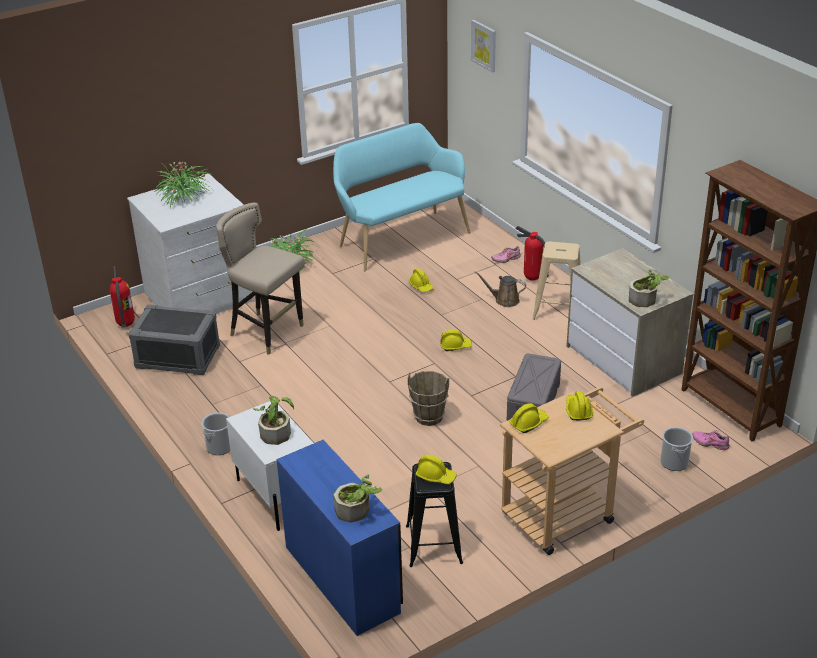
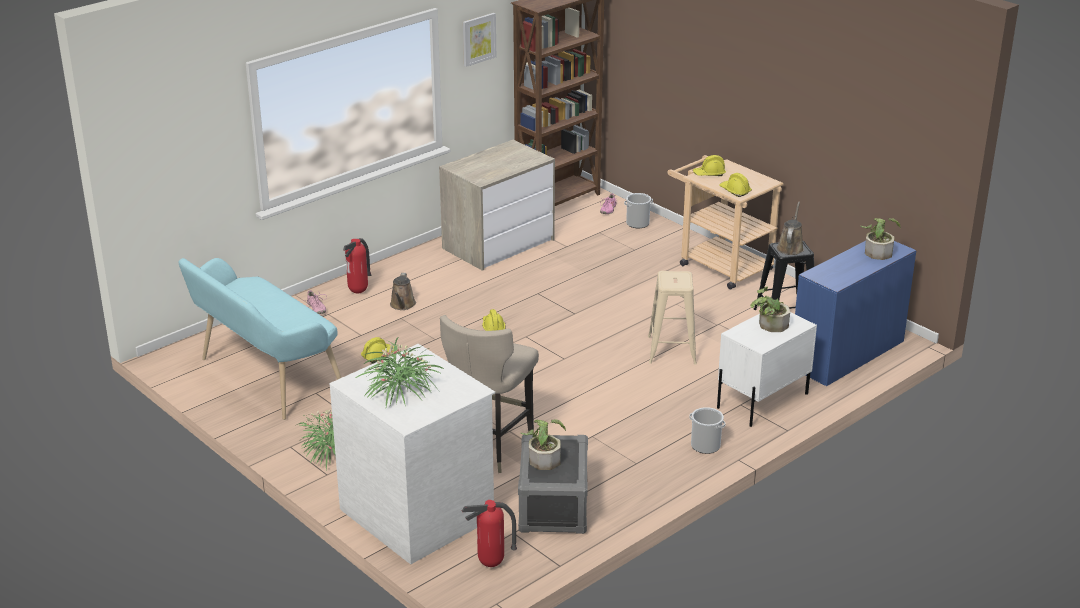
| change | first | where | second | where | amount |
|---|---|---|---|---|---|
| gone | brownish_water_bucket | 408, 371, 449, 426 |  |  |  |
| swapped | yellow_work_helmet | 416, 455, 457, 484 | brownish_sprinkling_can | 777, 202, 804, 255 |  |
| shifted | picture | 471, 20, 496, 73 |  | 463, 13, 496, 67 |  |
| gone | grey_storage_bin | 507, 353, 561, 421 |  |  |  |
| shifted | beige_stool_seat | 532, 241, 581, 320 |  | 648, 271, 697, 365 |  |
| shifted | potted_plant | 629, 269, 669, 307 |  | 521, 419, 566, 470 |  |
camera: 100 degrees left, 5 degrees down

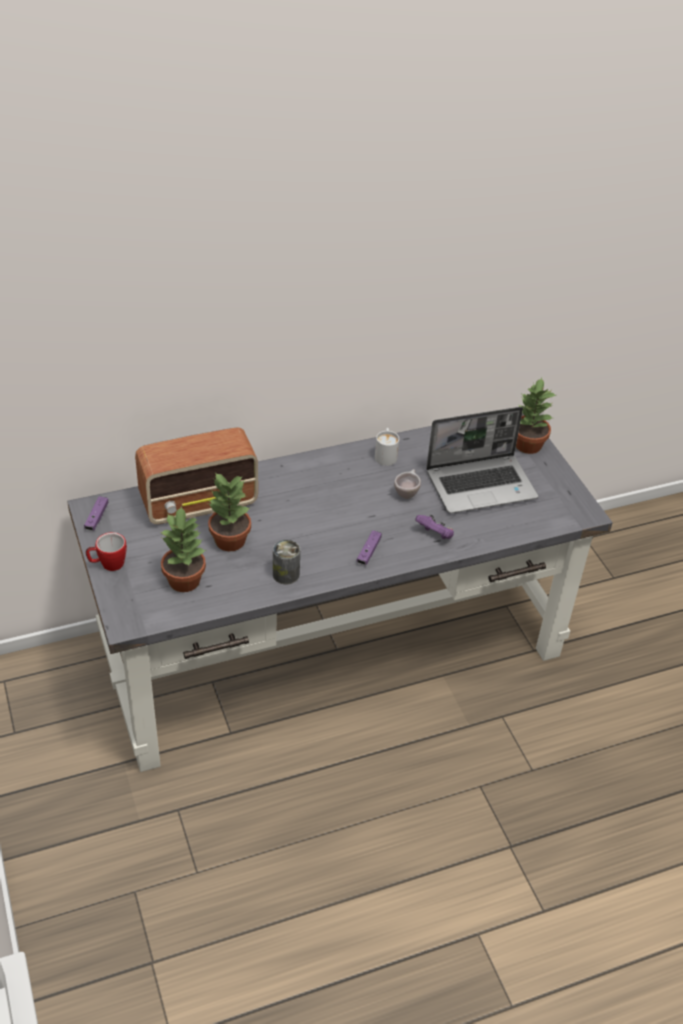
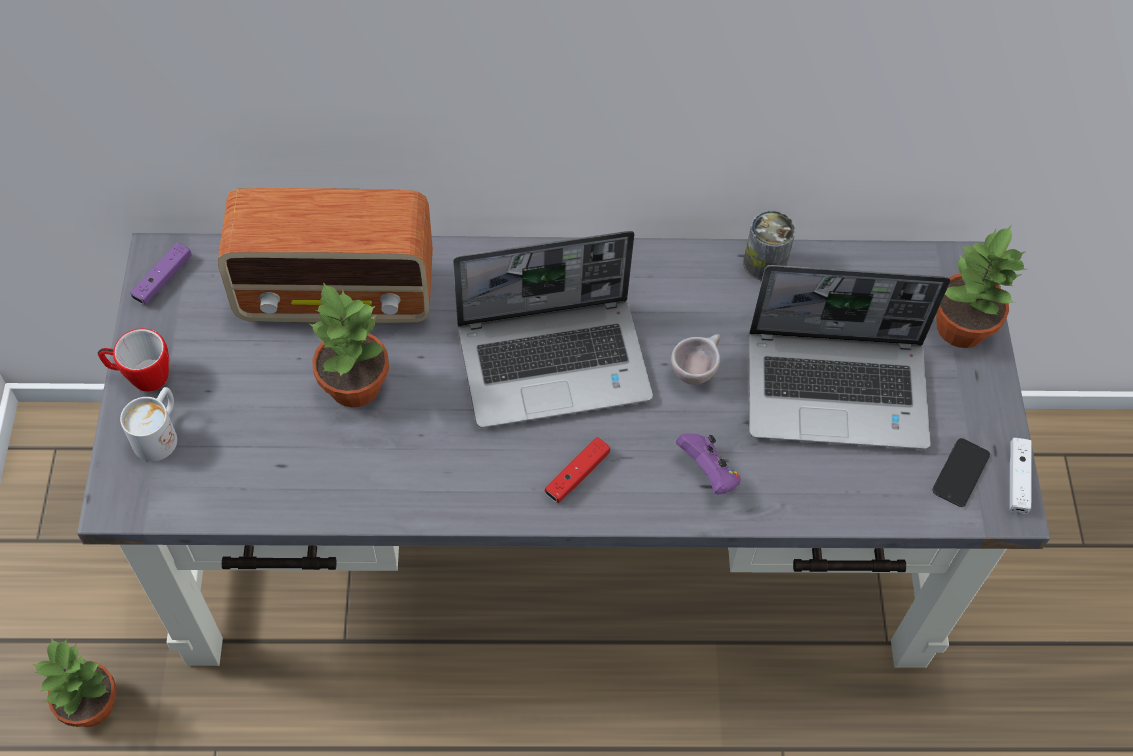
| change | first | where | second | where | amount |
|---|---|---|---|---|---|
| shifted | potted_plant | 160, 506, 206, 592 |  | 33, 638, 116, 727 |  |
| shifted | sealed_can | 273, 540, 300, 584 |  | 743, 211, 796, 281 |  |
| repainted | purple_game_controller | 357, 530, 382, 565 | reddish_game_controller | 545, 437, 610, 503 |  |
| shifted | whitish_coffee_mug | 375, 428, 399, 466 |  | 120, 387, 177, 461 |  |
| new |  |  | notebook_computer | 453, 231, 653, 428 |  |
| new |  |  | phone | 932, 438, 990, 507 |  |
| new |  |  | whitish_game_controller | 1010, 438, 1032, 514 |  |
camera: 20 degrees right, 15 degrees up

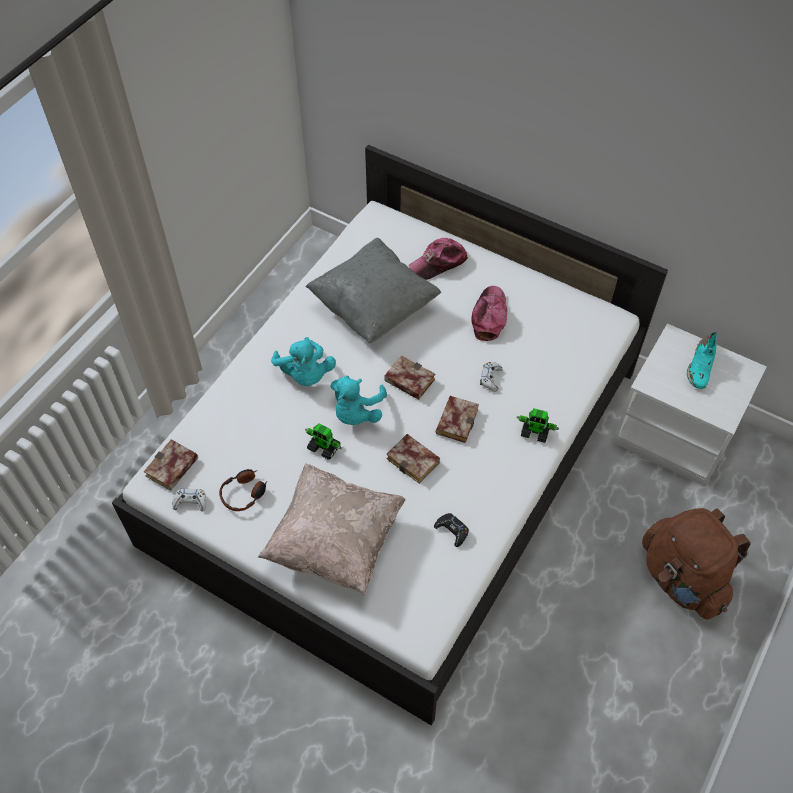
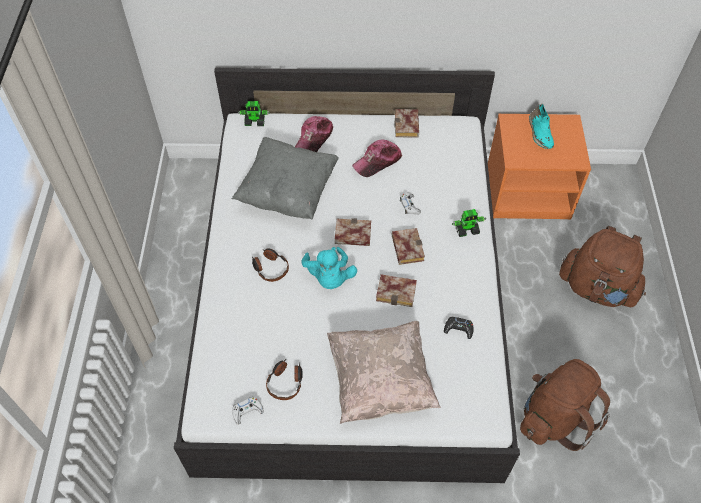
| change | first | where | second | where | amount |
|---|---|---|---|---|---|
| shifted | volume | 144, 439, 198, 491 |  | 394, 109, 419, 138 |  |
| swapped | turquoise_soft_toy | 271, 337, 336, 386 | pair_of_headphones | 252, 248, 289, 282 |  |
| shifted | toy_robot | 305, 423, 342, 460 |  | 239, 101, 270, 126 |  |
| rotated | peaked_cap | 471, 286, 507, 341 |  | 352, 139, 402, 177 | 105 degrees counterclockwise |
| repainted | whitish_nightstand | 612, 323, 767, 487 | orangey_nightstand | 488, 114, 591, 220 |  |
| new |  |  | brownish_knapsack | 520, 359, 610, 451 |  |
camera: 30 degrees left, 0 degrees up

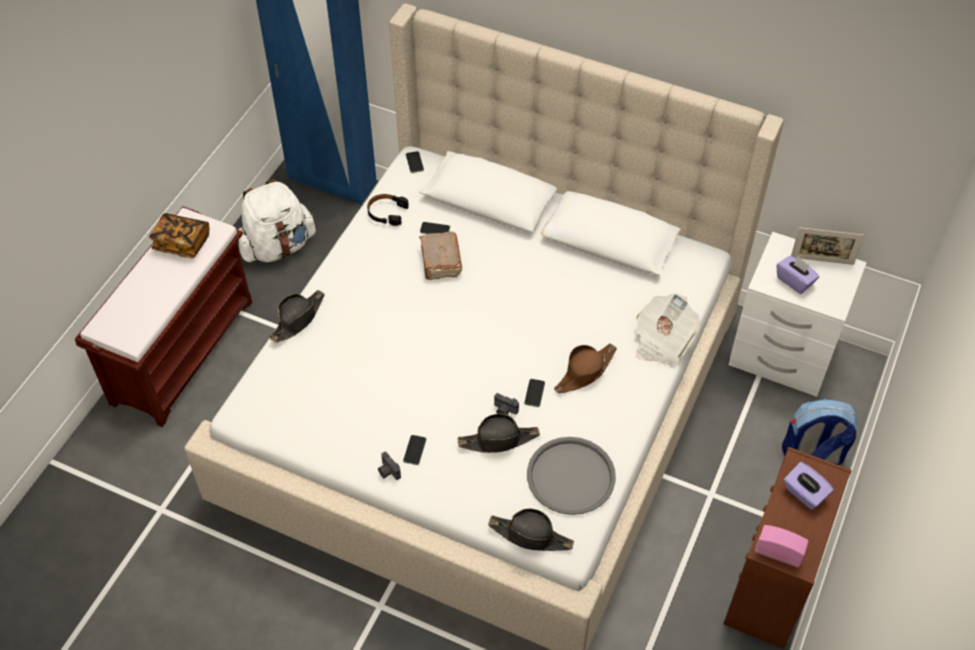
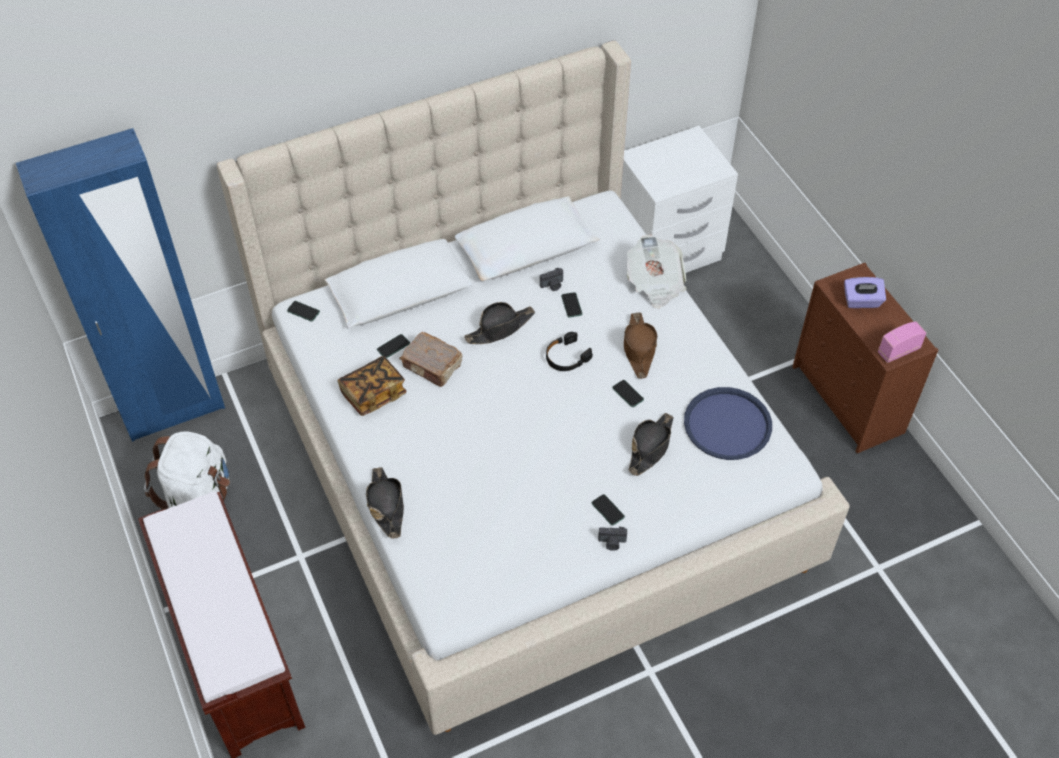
| change | first | where | second | where | amount |
|---|---|---|---|---|---|
| shifted | volume | 149, 213, 209, 258 |  | 338, 356, 406, 416 |  |
| shifted | black-coloured_pair_of_headphones | 367, 194, 408, 226 |  | 546, 332, 593, 371 |  |
| shifted | black-coloured_clothing_hat | 488, 509, 574, 551 |  | 464, 302, 535, 344 |  |
| shifted | still_camera | 494, 393, 519, 415 |  | 540, 268, 563, 291 |  |
| repainted | grey_carrying_tray | 527, 437, 616, 515 | blue_carrying_tray | 684, 387, 772, 460 |  |
| gone | purple_box_of_tissues | 777, 256, 819, 294 |  |  |  |
| gone | knapsack | 782, 399, 858, 465 |  |  |  |
| gone | standing_frame | 791, 227, 864, 265 |  |  |  |
| new |  |  | phone | 561, 292, 582, 318 |  |
camera: 50 degrees left, 0 degrees up

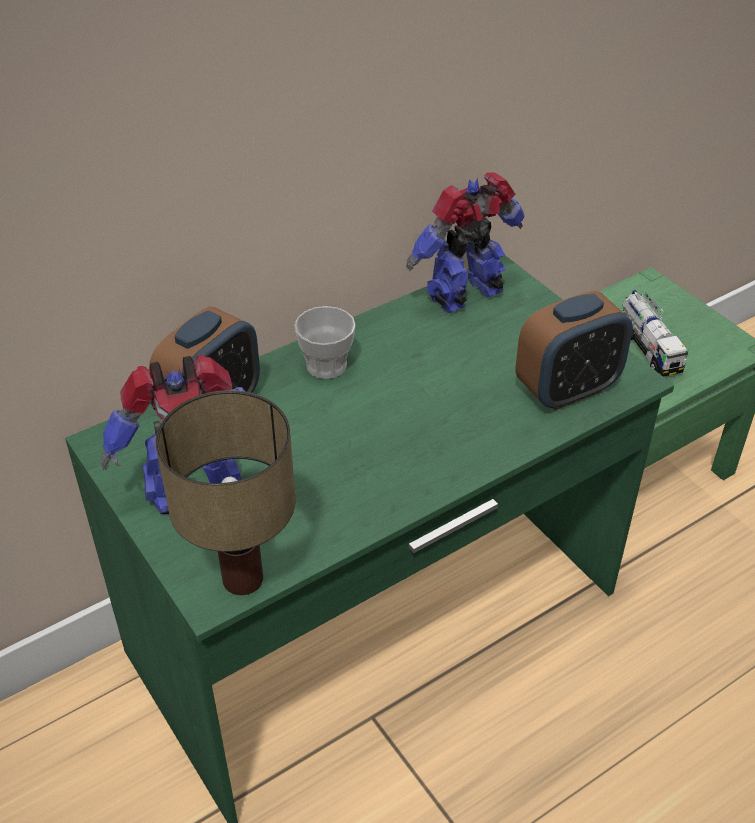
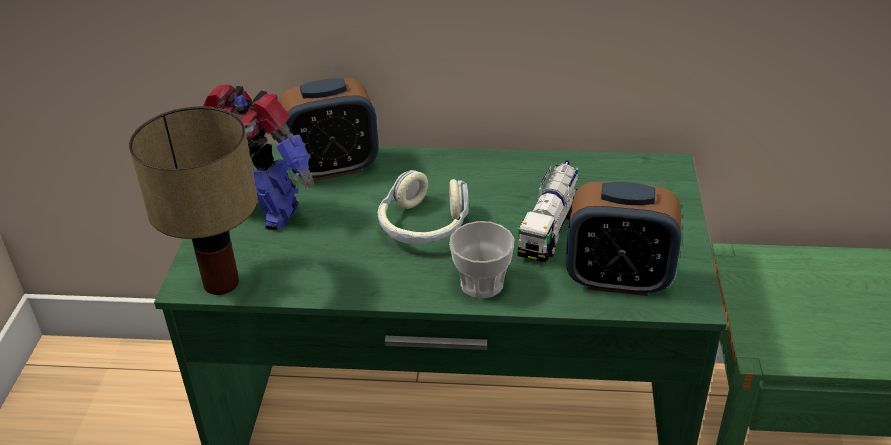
| change | first | where | second | where | amount |
|---|---|---|---|---|---|
| shifted | small_cup | 294, 306, 356, 379 |  | 449, 221, 514, 298 |  |
| gone | toy_robot | 406, 172, 525, 313 |  |  |  |
| shifted | model_truck | 622, 290, 689, 377 |  | 518, 160, 579, 262 |  |
| new |  |  | pair_of_headphones | 378, 170, 469, 244 |  |
camera: 40 degrees right, 5 degrees down

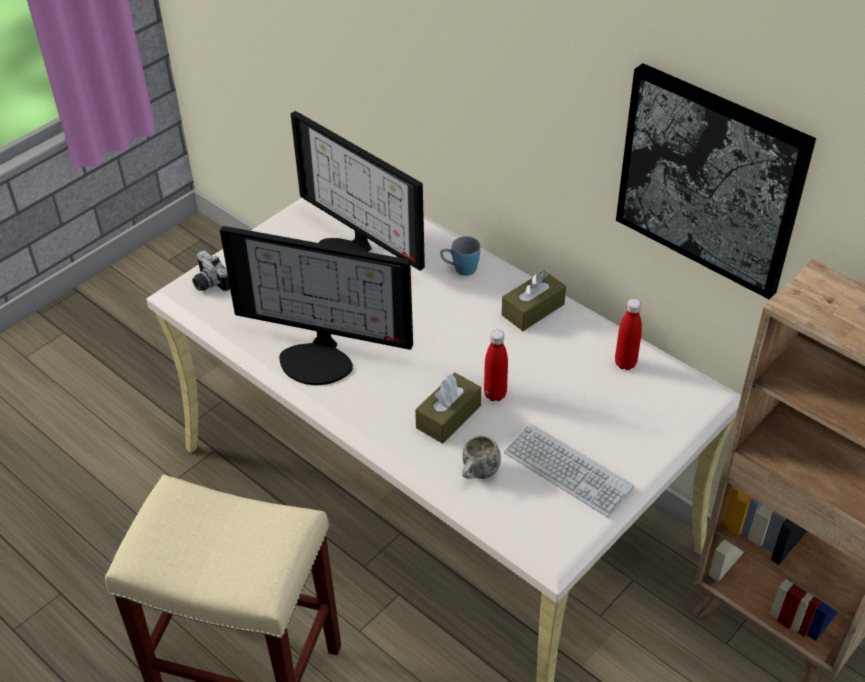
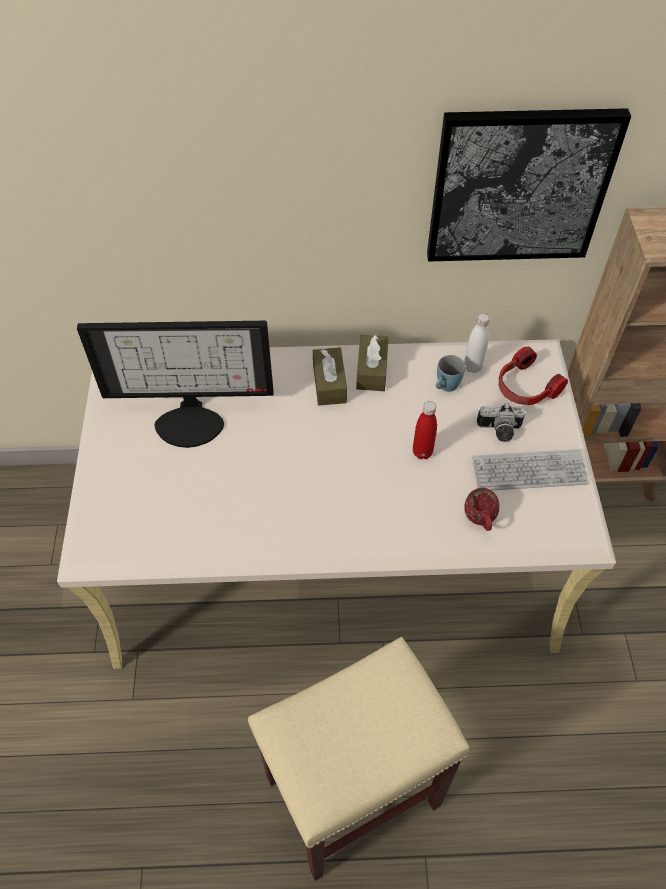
| change | first | where | second | where | amount |
|---|---|---|---|---|---|
| shifted | still_camera | 192, 250, 230, 292 |  | 477, 403, 525, 442 |  |
| gone | computer_screen | 220, 226, 413, 385 |  |  |  |
| shifted | brownish_box_of_tissues | 415, 372, 481, 444 |  | 313, 347, 347, 406 |  |
| shifted | blue_coffee_mug | 440, 236, 480, 276 |  | 436, 355, 465, 392 |  |
| repainted | whitish_coffee_mug | 462, 436, 501, 479 | reddish_coffee_mug | 464, 488, 500, 531 |  |
| repainted | reddish_drink_bottle | 615, 299, 642, 370 | whitish_drink_bottle | 464, 313, 490, 373 |  |
| new |  |  | pair_of_headphones | 499, 346, 568, 405 |  |
camera: 45 degrees left, 10 degrees up

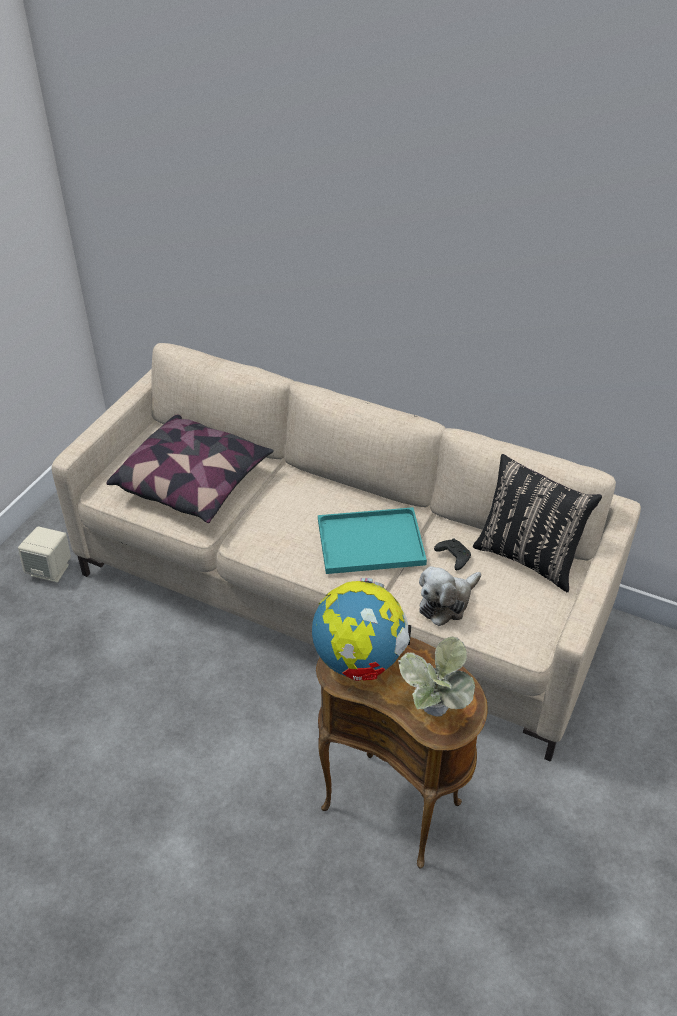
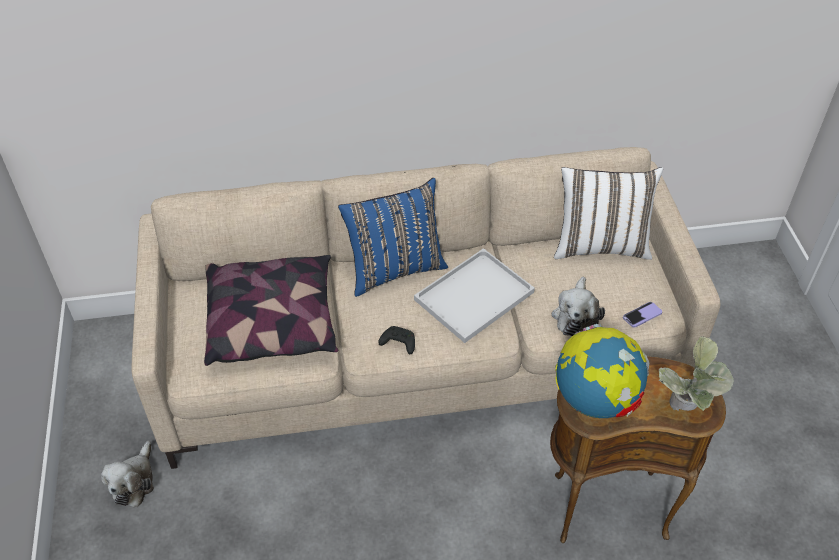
| change | first | where | second | where | amount |
|---|---|---|---|---|---|
| swapped | beige_loudspeaker | 18, 526, 71, 583 | soft_toy | 101, 441, 154, 507 |  |
| repainted | turquoise_carrying_tray | 318, 507, 427, 574 | whitish_carrying_tray | 414, 248, 535, 343 |  |
| shifted | black-coloured_game_controller | 434, 539, 471, 570 |  | 378, 326, 415, 354 |  |
| repainted | black-coloured_cushion | 473, 454, 602, 592 | whitish_cushion | 554, 167, 663, 260 |  |
| new |  |  | blue_cushion | 338, 178, 448, 297 |  |
| new |  |  | phone | 623, 302, 662, 328 |  |
camera: 35 degrees left, 5 degrees up

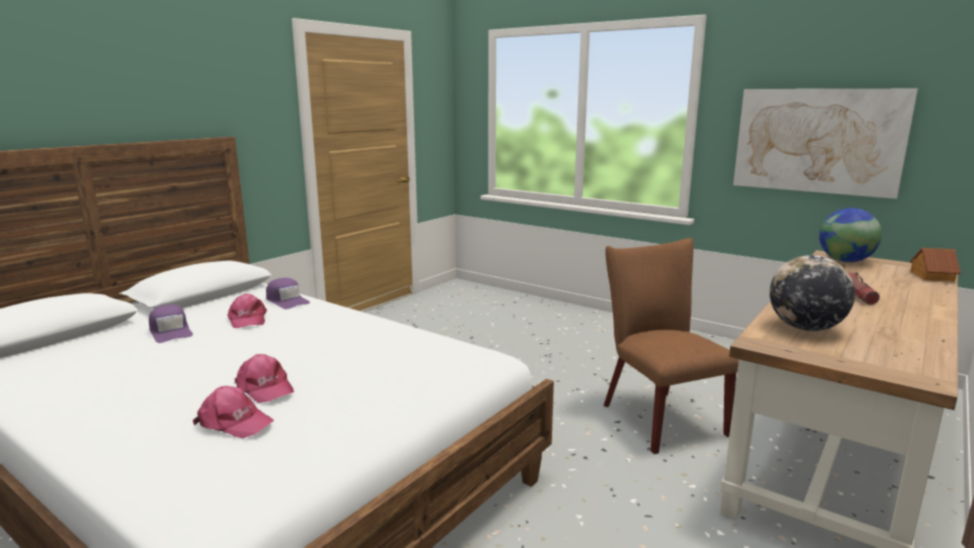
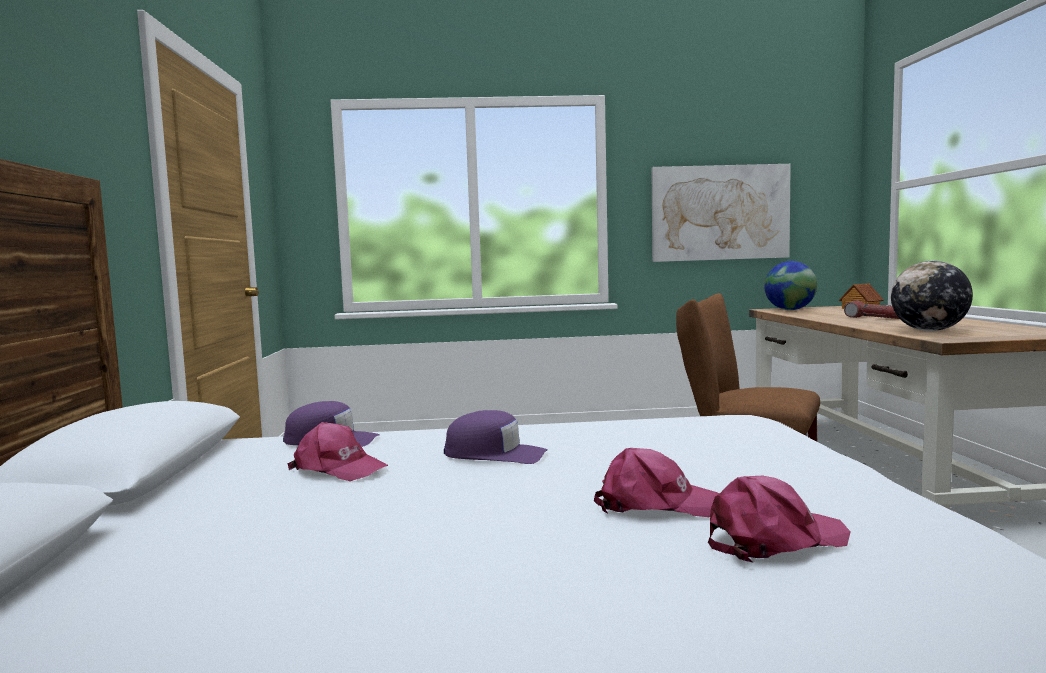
| change | first | where | second | where | amount |
|---|---|---|---|---|---|
| shifted | purple_peaked_cap | 149, 305, 193, 343 |  | 444, 410, 547, 464 |  |
camera: 40 degrees left, 10 degrees down

